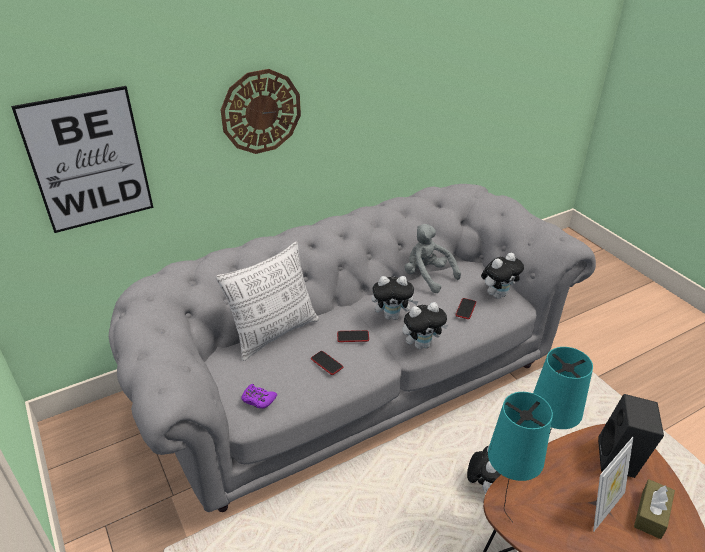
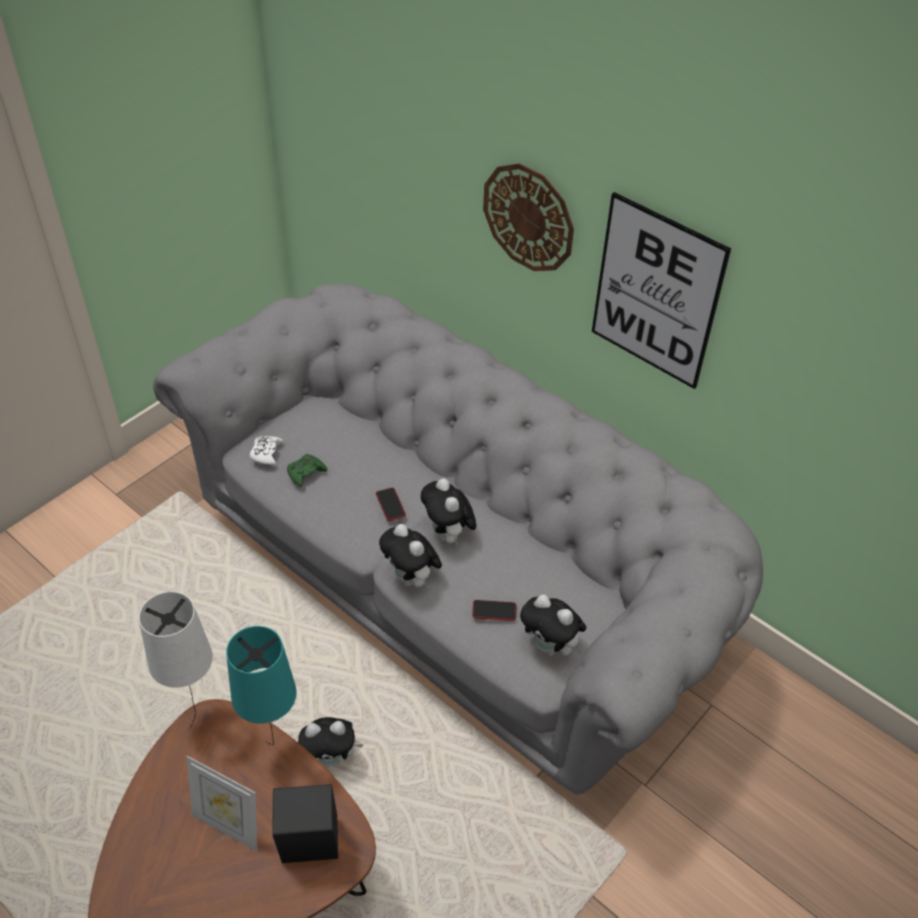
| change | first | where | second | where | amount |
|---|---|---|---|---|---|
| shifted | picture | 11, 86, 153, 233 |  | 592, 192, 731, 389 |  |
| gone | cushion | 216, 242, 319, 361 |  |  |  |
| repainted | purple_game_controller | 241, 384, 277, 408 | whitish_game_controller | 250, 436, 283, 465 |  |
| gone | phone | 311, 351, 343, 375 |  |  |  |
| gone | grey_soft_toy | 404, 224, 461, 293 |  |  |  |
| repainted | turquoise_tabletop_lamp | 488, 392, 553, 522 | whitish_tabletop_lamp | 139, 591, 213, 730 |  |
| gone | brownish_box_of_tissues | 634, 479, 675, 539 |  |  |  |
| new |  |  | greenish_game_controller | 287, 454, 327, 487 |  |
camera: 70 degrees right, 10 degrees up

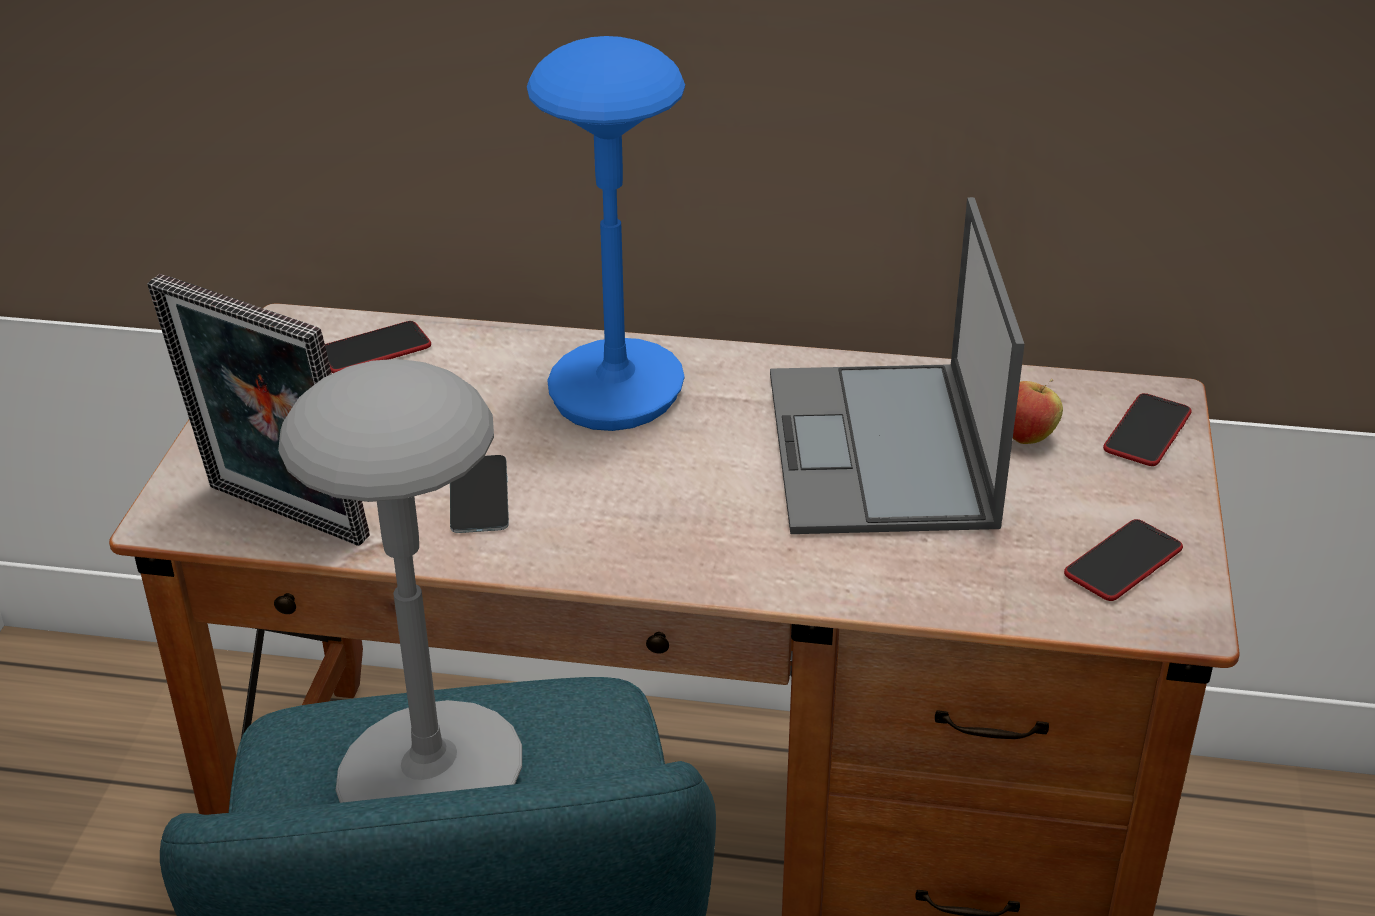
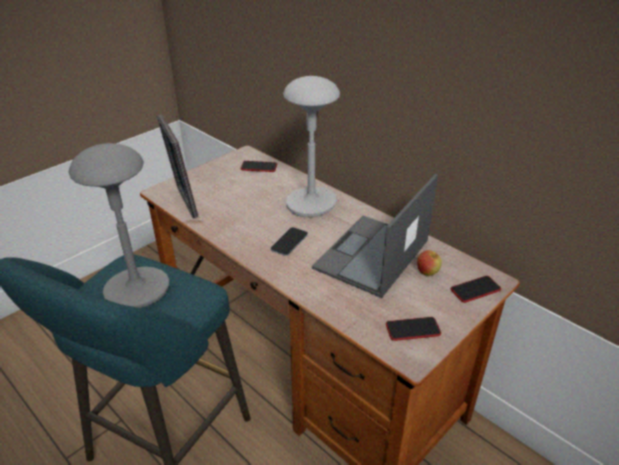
| change | first | where | second | where | amount |
|---|---|---|---|---|---|
| shifted | phone | 450, 455, 509, 533 |  | 271, 227, 308, 256 |  |
| repainted | blue_tabletop_lamp | 527, 36, 685, 431 | grey_tabletop_lamp | 283, 76, 340, 217 |  |
camera: 35 degrees right, 0 degrees up

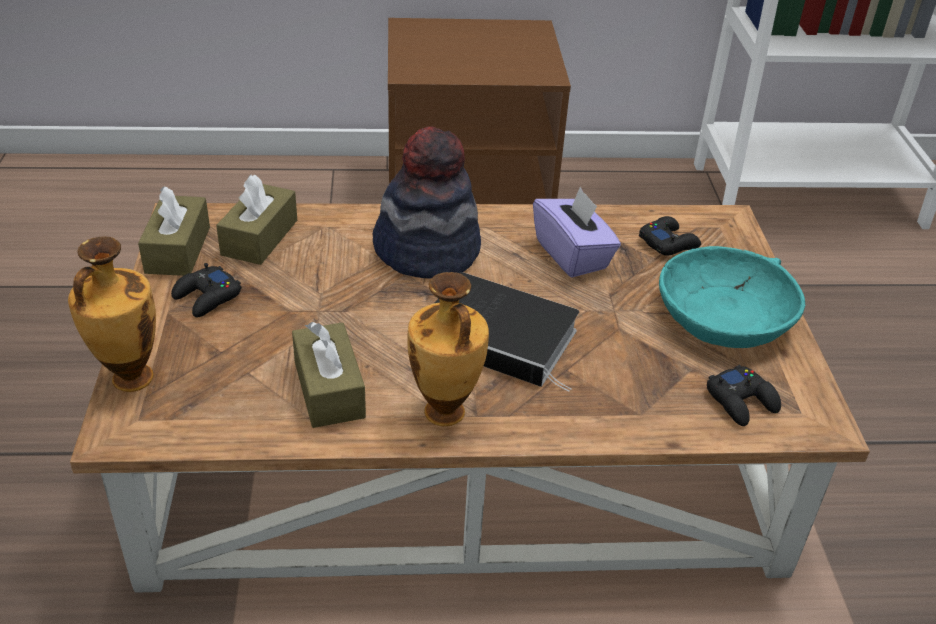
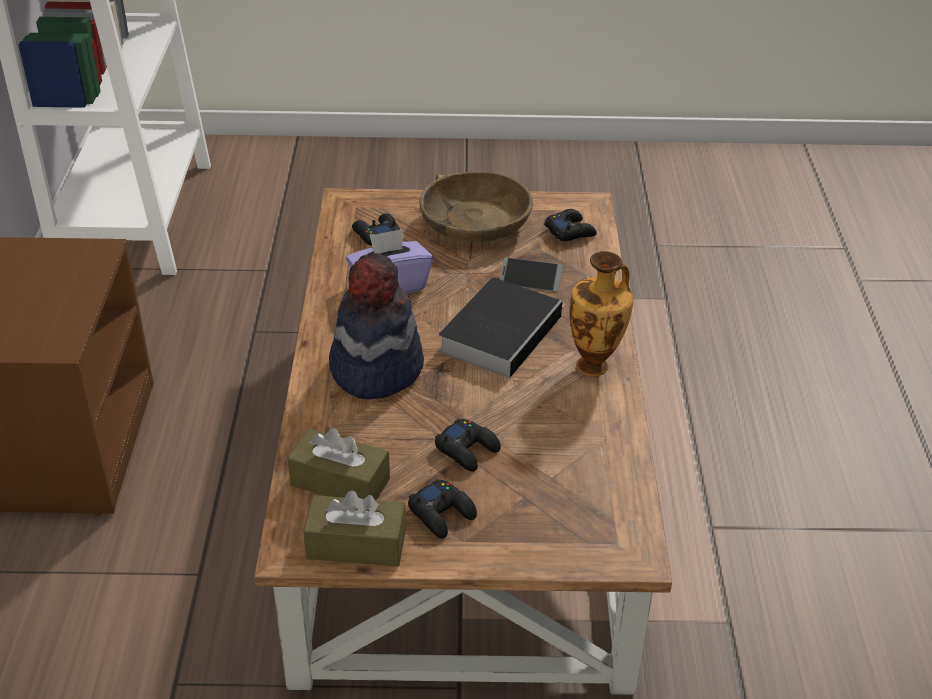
| change | first | where | second | where | amount |
|---|---|---|---|---|---|
| gone | decorative_vase | 68, 237, 156, 392 |  |  |  |
| gone | brownish_box_of_tissues | 292, 322, 366, 428 |  |  |  |
| repainted | turquoise_bowl | 659, 246, 805, 348 | brownish_bowl | 419, 171, 533, 242 |  |
| new |  |  | black-coloured_game_controller | 435, 419, 501, 472 |  |
| new |  |  | phone | 500, 258, 563, 292 |  |
camera: 85 degrees left, 0 degrees up

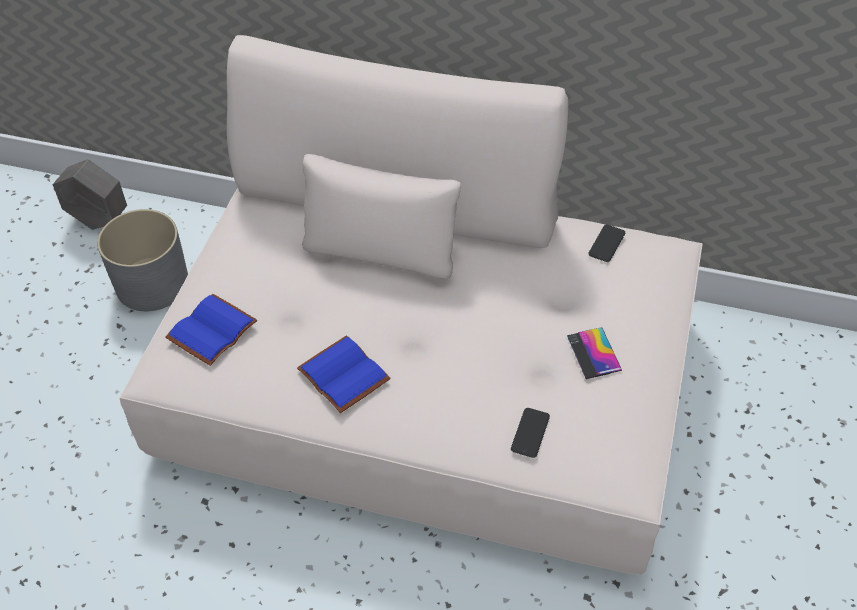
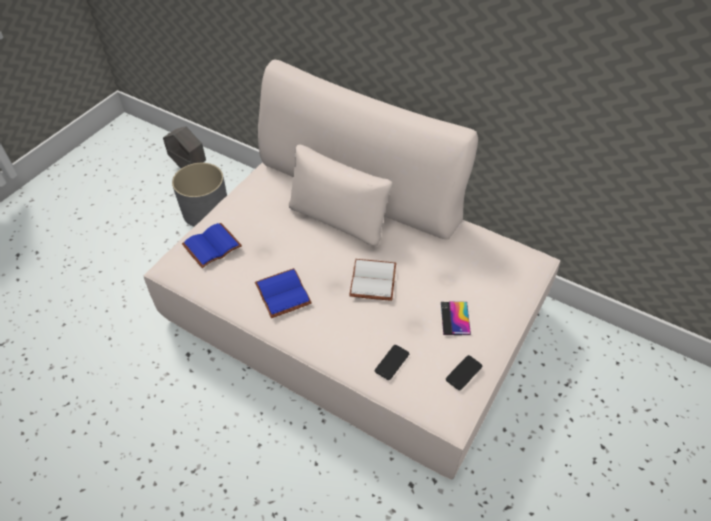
| change | first | where | second | where | amount |
|---|---|---|---|---|---|
| shifted | phone | 588, 225, 625, 262 |  | 446, 355, 482, 390 |  |
| new |  |  | whitish_volume | 349, 259, 396, 301 |  |
camera: 15 degrees right, 0 degrees up

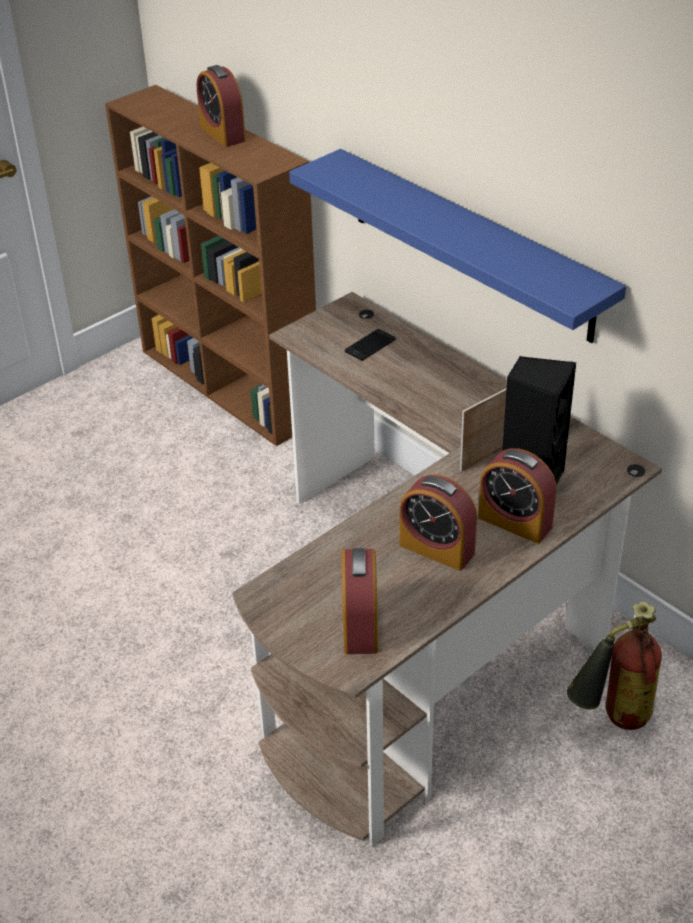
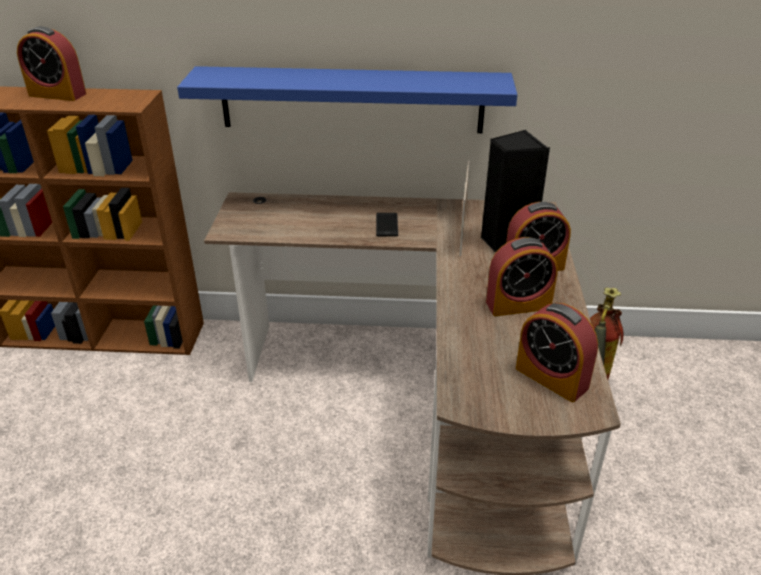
| change | first | where | second | where | amount |
|---|---|---|---|---|---|
| shifted | phone | 345, 329, 396, 361 |  | 376, 213, 398, 236 |  |
camera: 45 degrees left, 5 degrees down

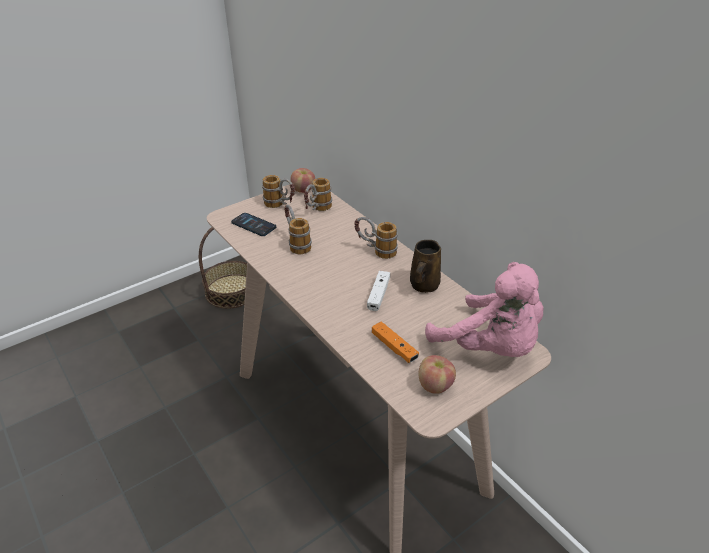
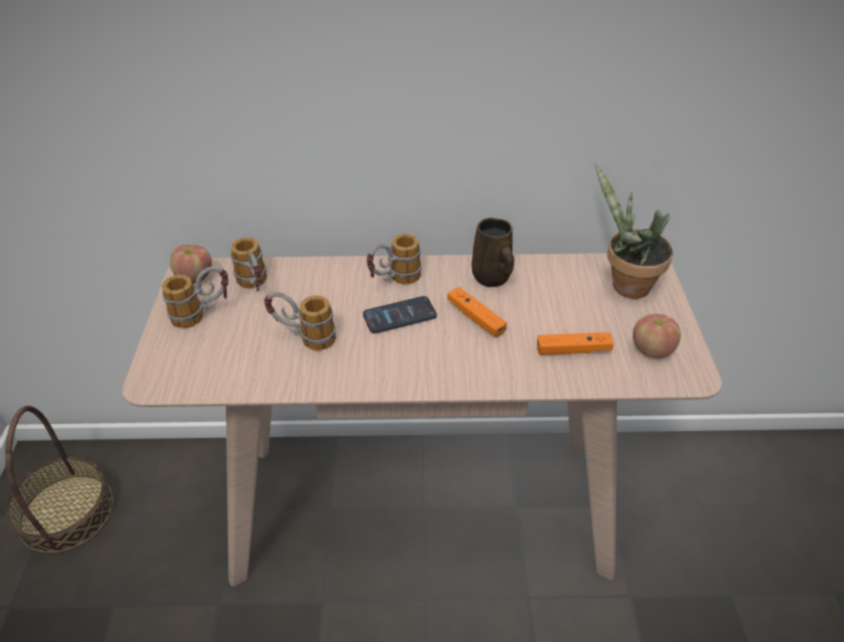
| change | first | where | second | where | amount |
|---|---|---|---|---|---|
| shifted | phone | 231, 213, 276, 236 |  | 363, 296, 437, 334 |  |
| repainted | whitish_game_controller | 367, 271, 390, 311 | orangey_game_controller | 447, 287, 507, 338 |  |
| swapped | pink-coloured_soft_toy | 425, 262, 544, 357 | potted_plant | 595, 163, 673, 299 |  |
camera: 55 degrees left, 5 degrees up

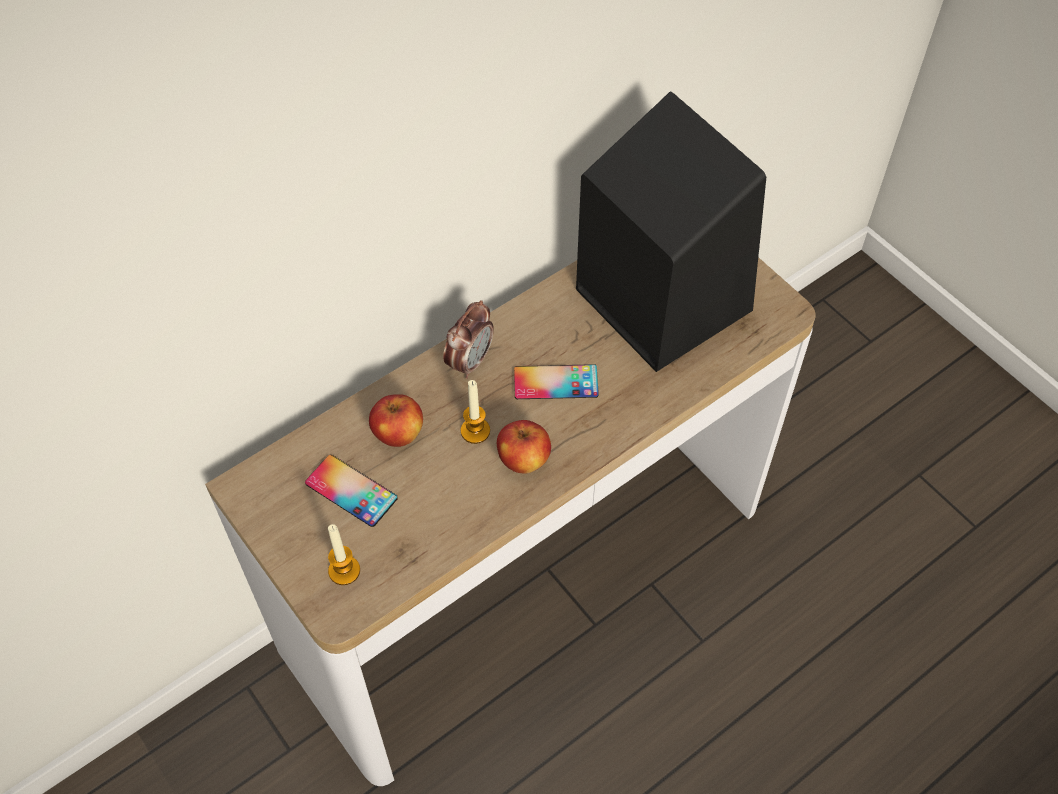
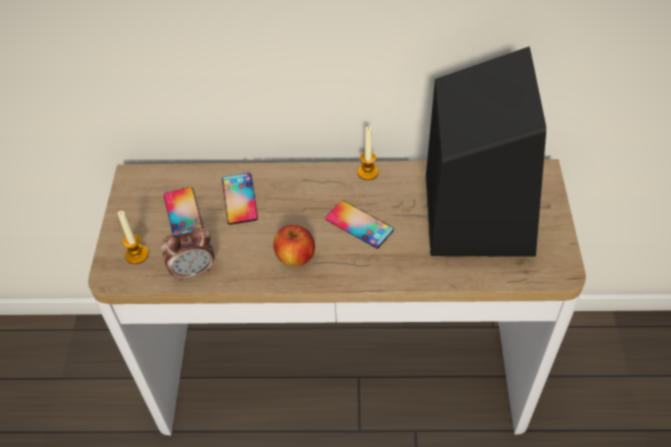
| change | first | where | second | where | amount |
|---|---|---|---|---|---|
| swapped | whole_apple | 369, 394, 423, 447 | phone | 222, 173, 258, 225 |  |
| shifted | bedside_clock | 443, 300, 494, 379 |  | 161, 227, 215, 281 |  |
| shifted | wax_candle | 461, 380, 490, 444 |  | 357, 126, 379, 180 |  |
camera: 40 degrees right, 5 degrees down

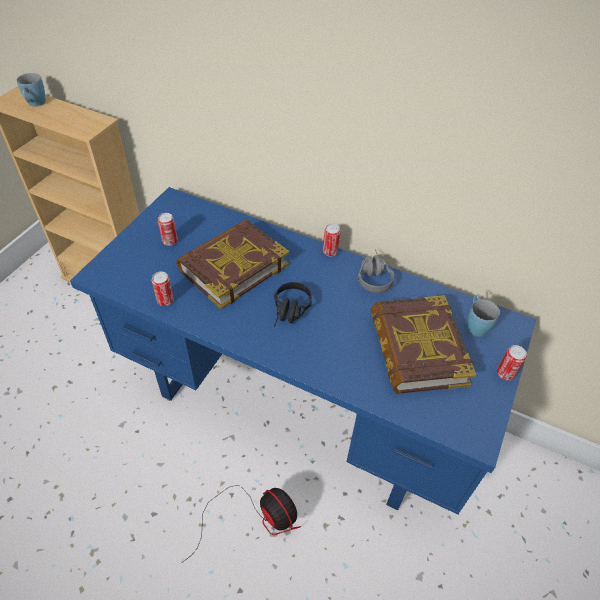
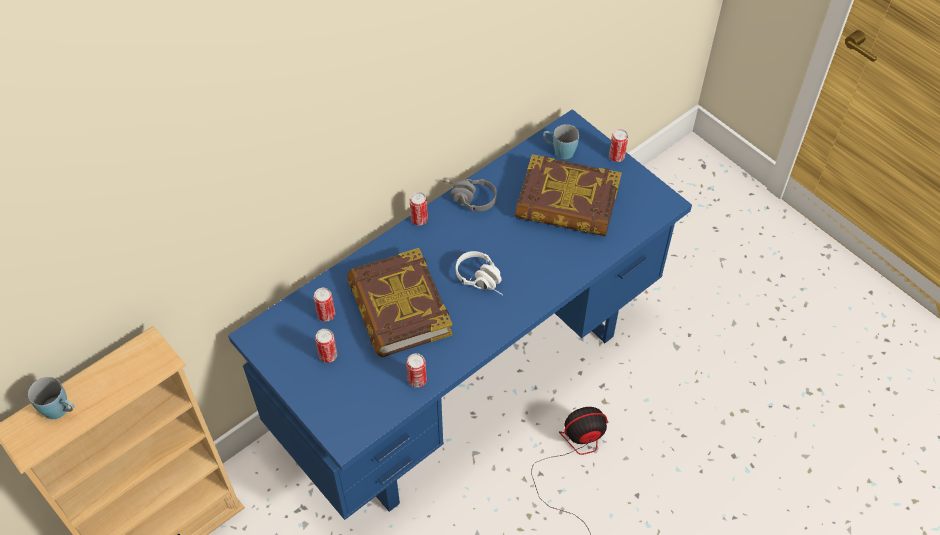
| change | first | where | second | where | amount |
|---|---|---|---|---|---|
| repainted | black-coloured_pair_of_headphones | 274, 282, 312, 328 | whitish_pair_of_headphones | 456, 251, 503, 295 |  |
| new |  |  | sealed_can | 314, 288, 335, 322 |  |
camera: 65 degrees left, 5 degrees up

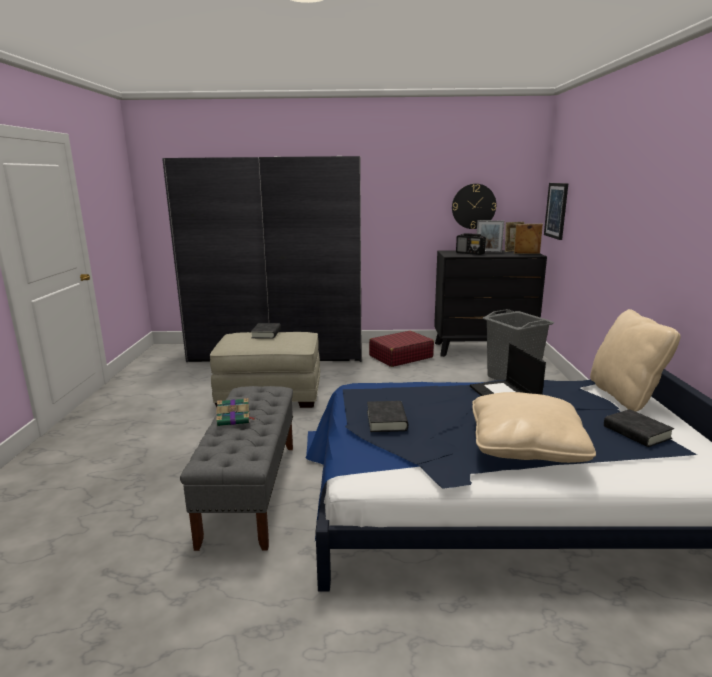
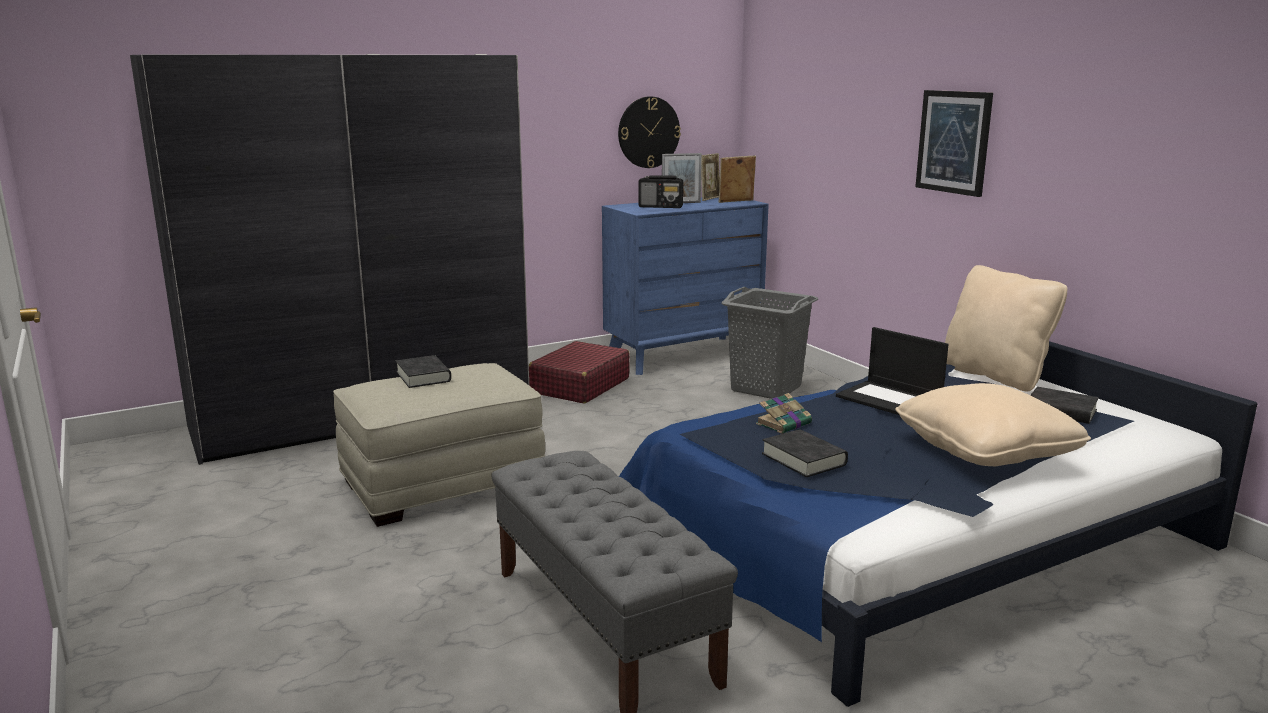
| change | first | where | second | where | amount |
|---|---|---|---|---|---|
| shifted | volume | 216, 398, 256, 426 |  | 756, 393, 812, 434 |  |
| repainted | black-coloured_chest_of_drawers | 434, 250, 547, 357 | blue_chest_of_drawers | 602, 197, 769, 375 |  |
| shifted | picture | 544, 183, 568, 240 |  | 915, 90, 993, 197 |  |
camera: 30 degrees left, 0 degrees up

